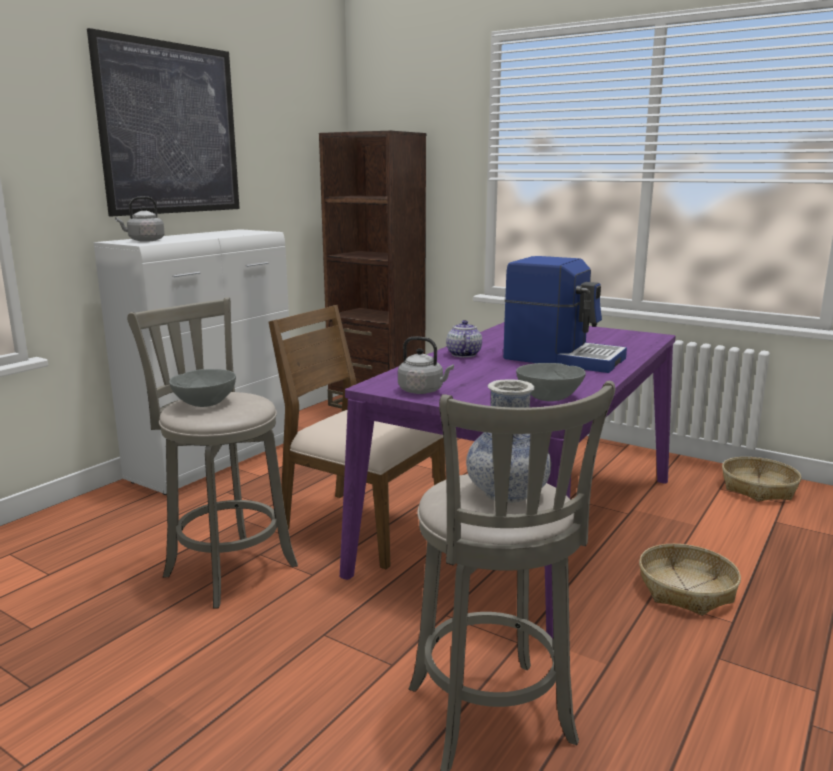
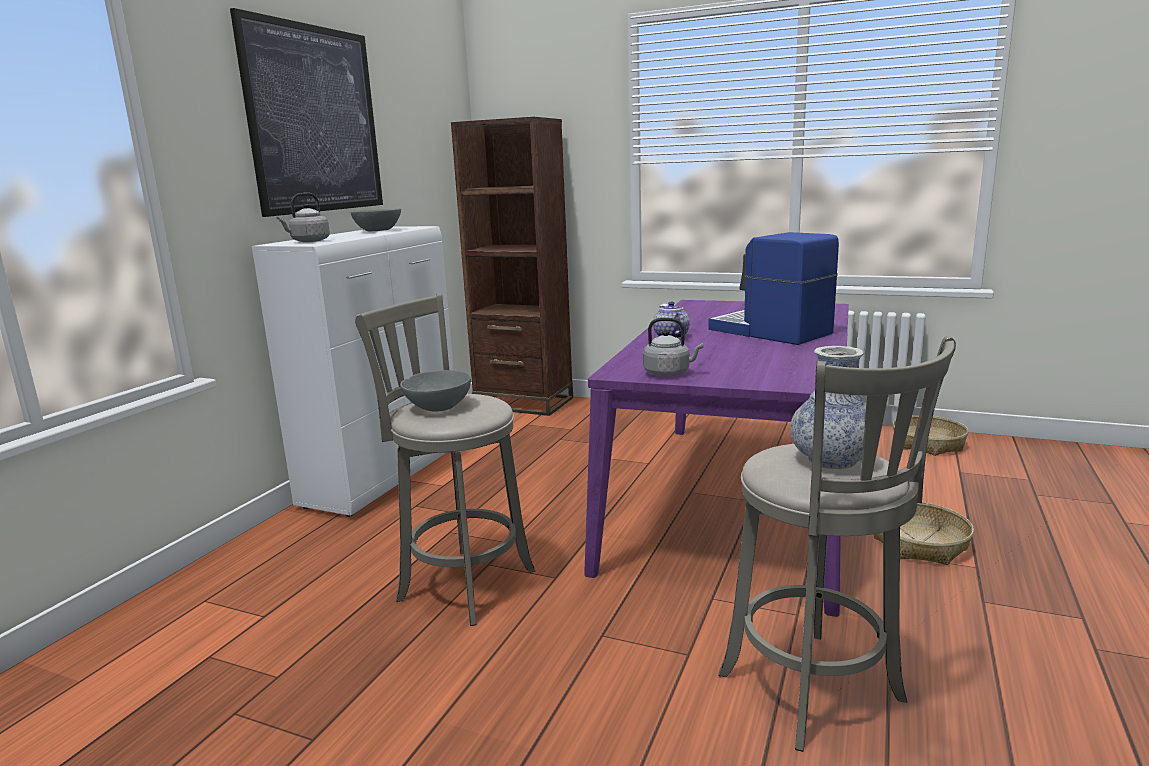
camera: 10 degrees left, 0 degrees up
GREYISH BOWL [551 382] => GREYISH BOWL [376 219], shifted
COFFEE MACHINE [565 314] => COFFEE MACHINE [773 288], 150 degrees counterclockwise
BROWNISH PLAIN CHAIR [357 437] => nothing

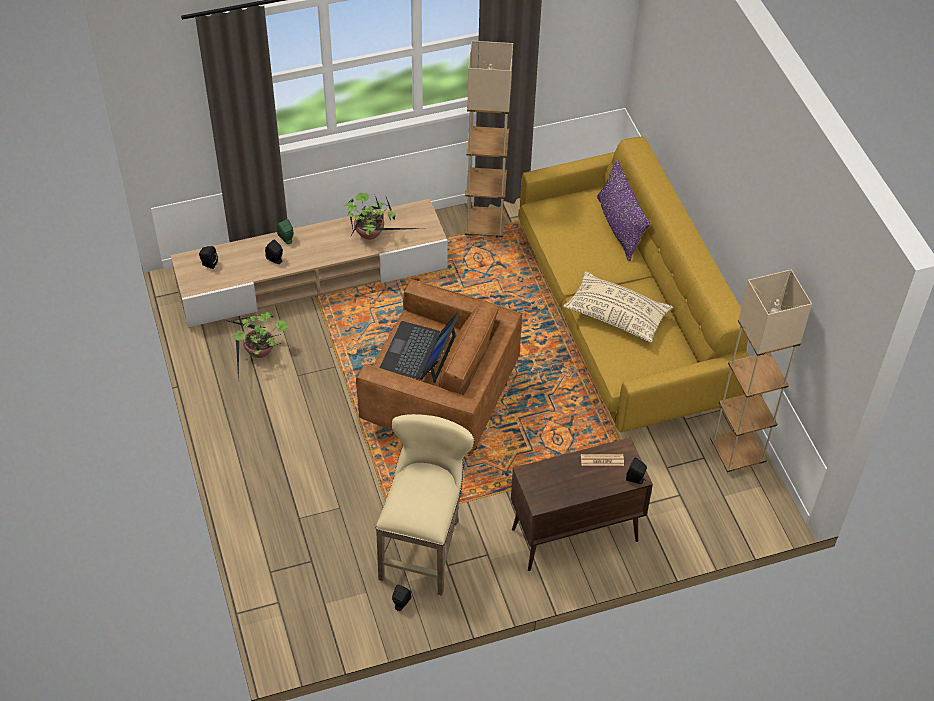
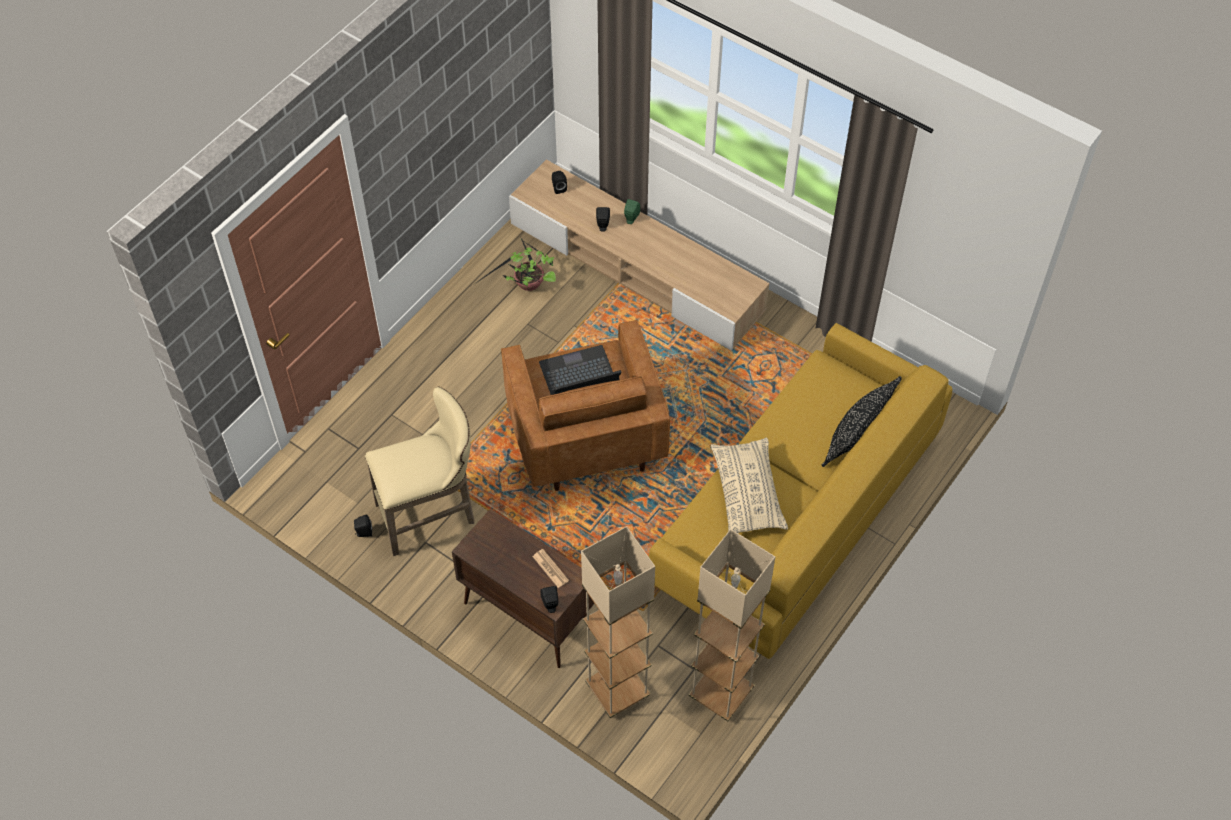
camera: 55 degrees right, 5 degrees up
SAND-COLOURED FLOOR LAMP [489 140] => SAND-COLOURED FLOOR LAMP [618 622], shifted
PURPLISH THROW PILLOW [624 210] => BLACKISH THROW PILLOW [861 421]
POTTED PLANT [384 216] => nothing

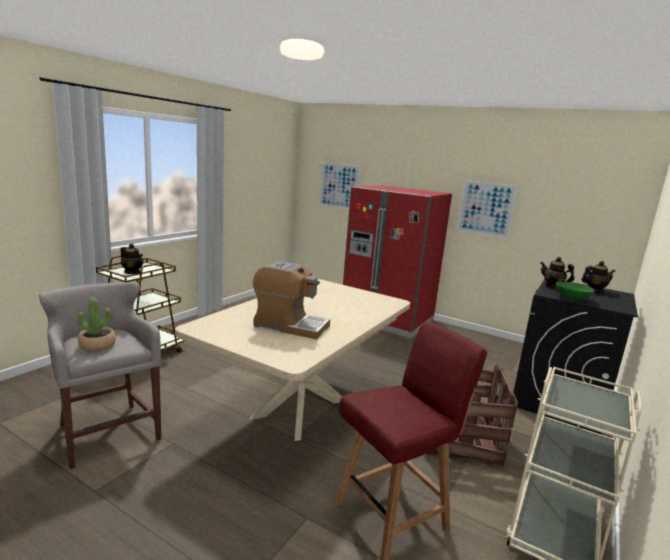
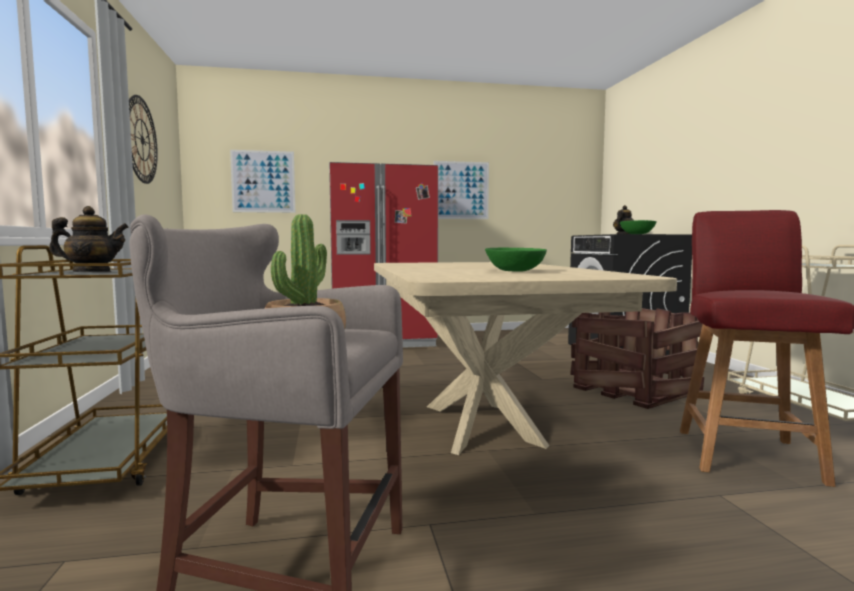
camera: 40 degrees left, 10 degrees down
nothing => WALL CLOCK [143 139]
COFFEE MACHINE [291 300] => GREEN BOWL [516 260]
TEAPOT [557 273] => nothing

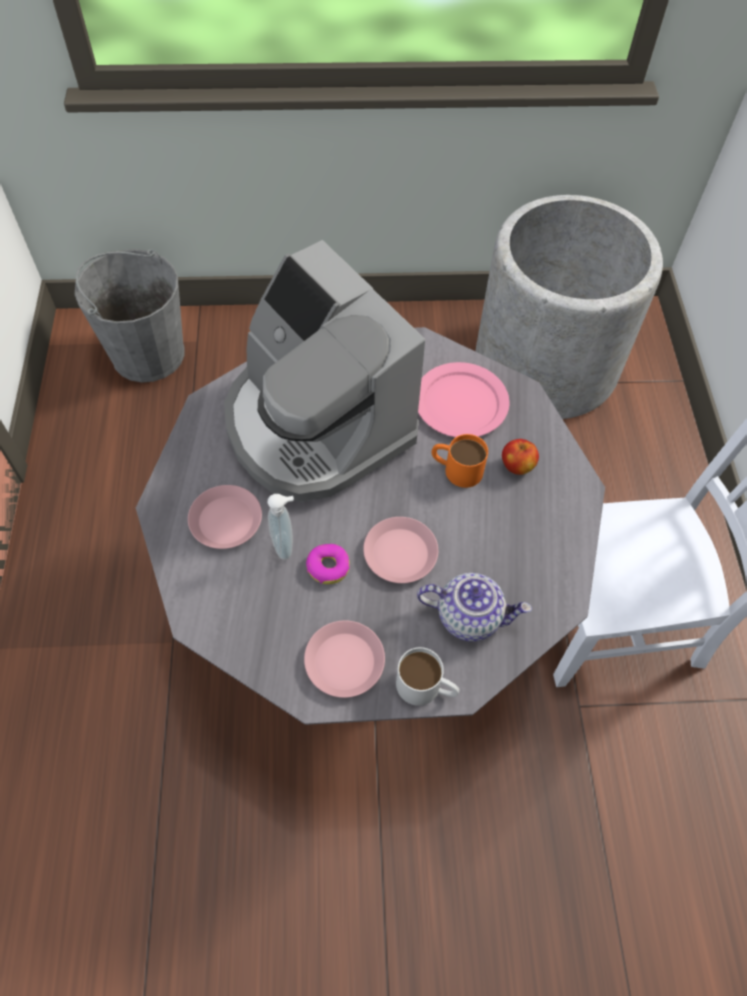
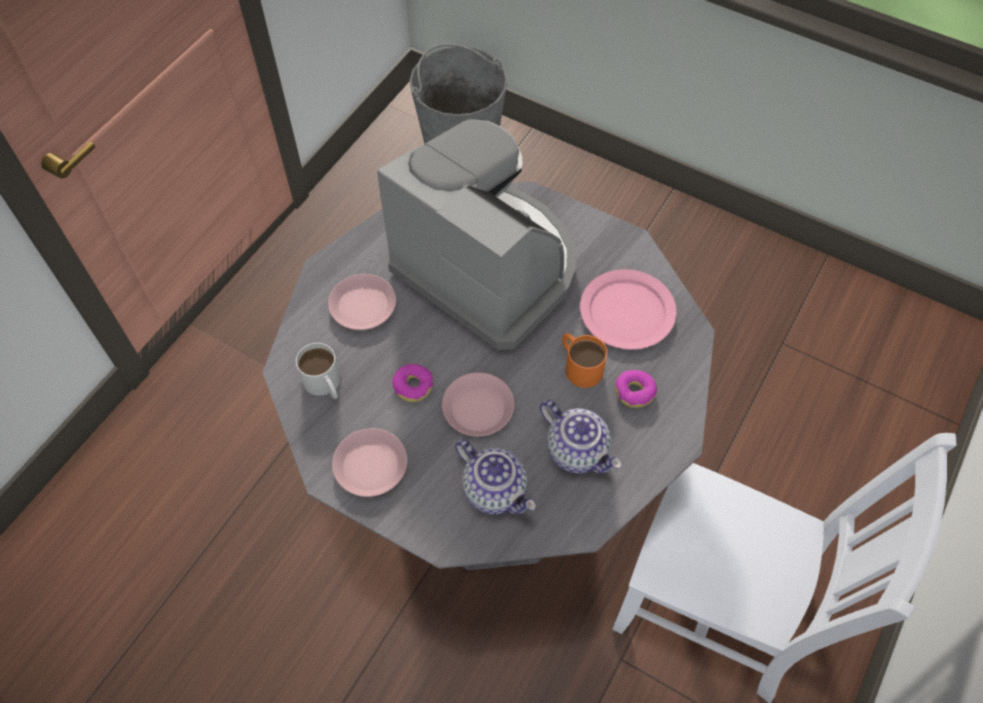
camera: 35 degrees right, 0 degrees up
WHITE-COLOURED COFFEE MUG [428 676] => WHITE-COLOURED COFFEE MUG [318 371], shifted
COFFEE MACHINE [324 371] => COFFEE MACHINE [476 234], 135 degrees clockwise
nothing => TEAPOT [581 437]
APPLE [520 457] => DOUGHNUT [636 389]
LIQUID SOAP BOTTLE [280 527] => nothing
GREYISH FLOWER POT [569 307] => nothing

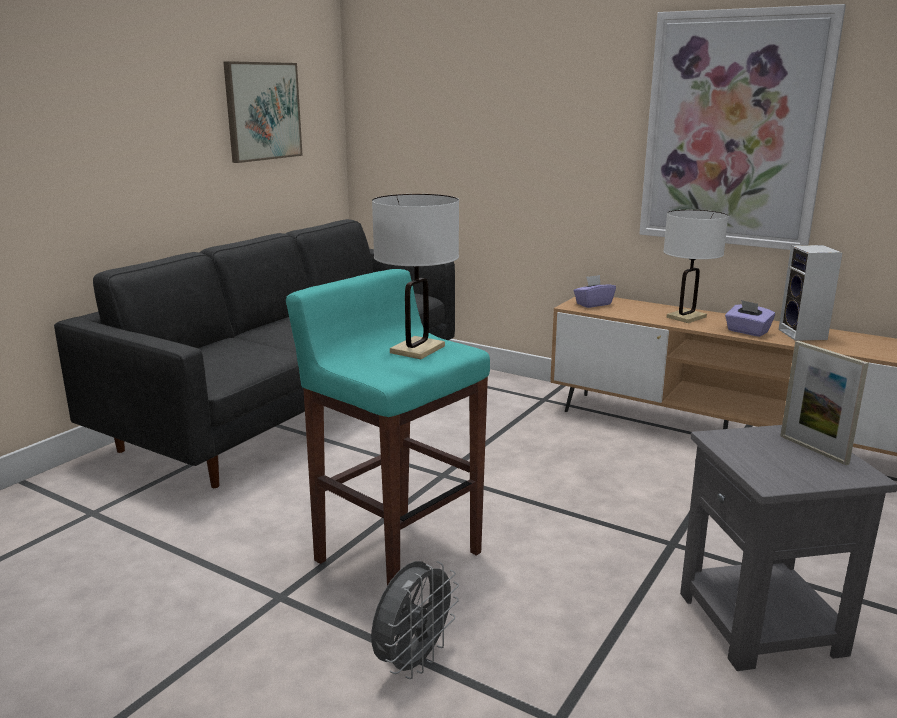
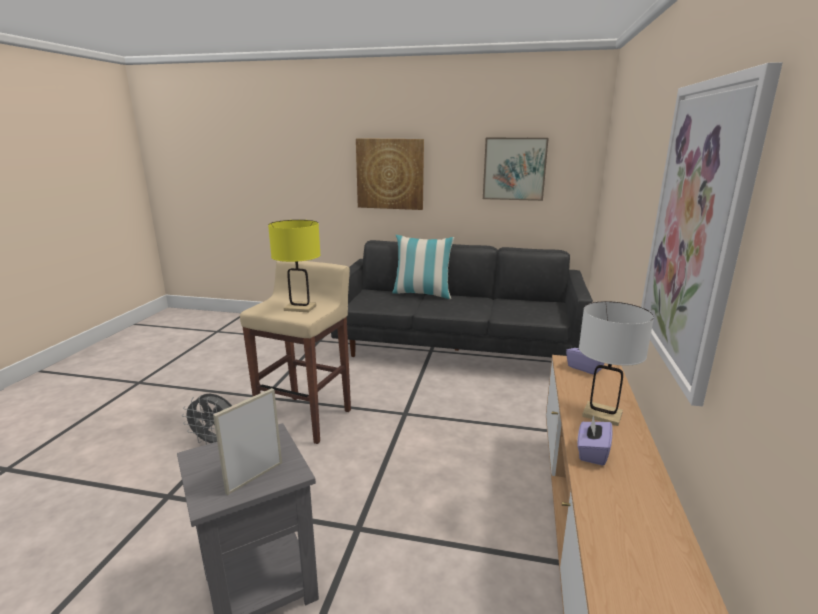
camera: 70 degrees right, 0 degrees up
TURQUOISE STOOL [388 427] => SAND-COLOURED STOOL [295 352]
WHITE-COLOURED TABLE LAMP [415 276] => YELLOW TABLE LAMP [294 266]
nothing => WALL PICTURE [390 174]
nothing => THROW PILLOW [423 267]
SPEAKER [811 293] => nothing

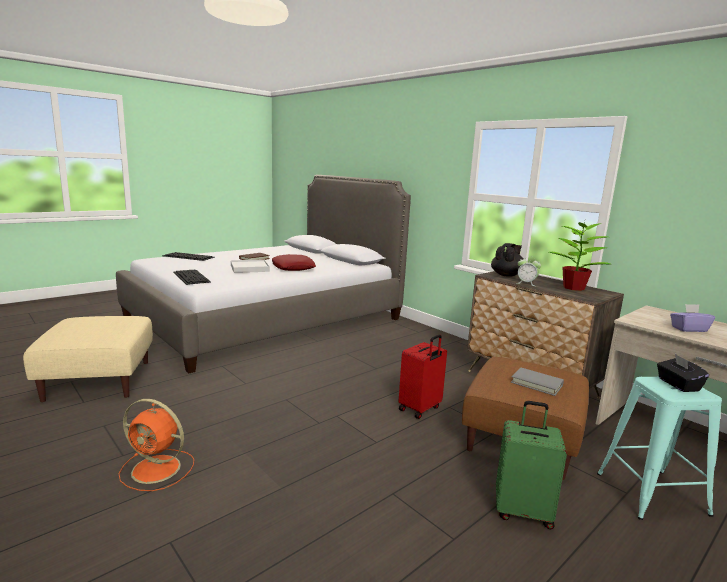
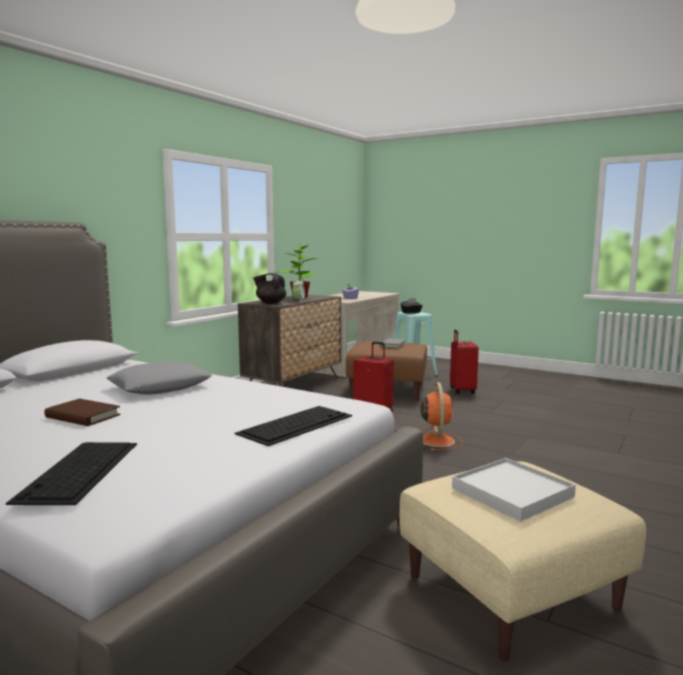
camera: 105 degrees left, 5 degrees down
RED-COLOURED THROW PILLOW [294 262] => GREYISH THROW PILLOW [159 377]
ORANGE COOLING FAN [156 445] => ORANGE COOLING FAN [441 416], shifted
GREEN SUITCASE [531 465] => RED-COLOURED SUITCASE [464 362]
WHITE-COLOURED TRAY [250 266] => WHITE-COLOURED TRAY [514 490], shifted

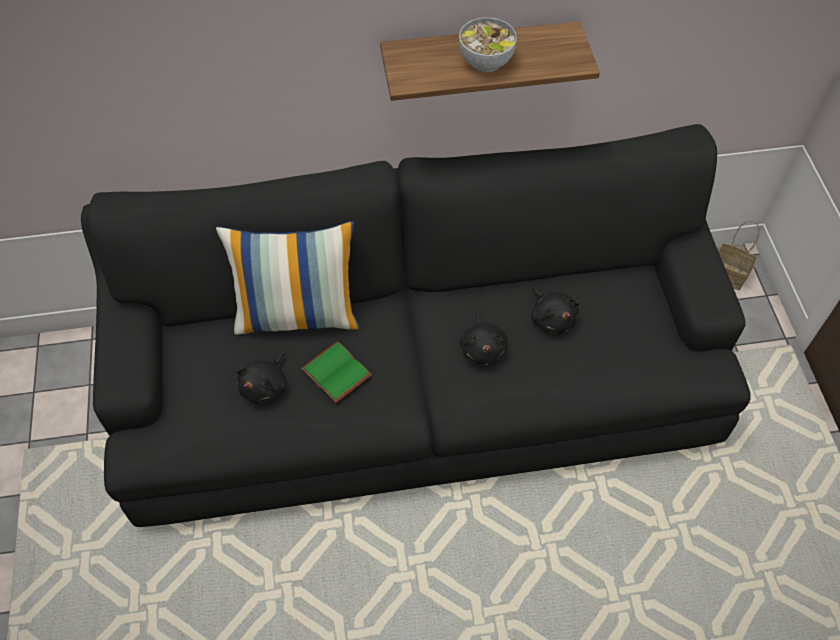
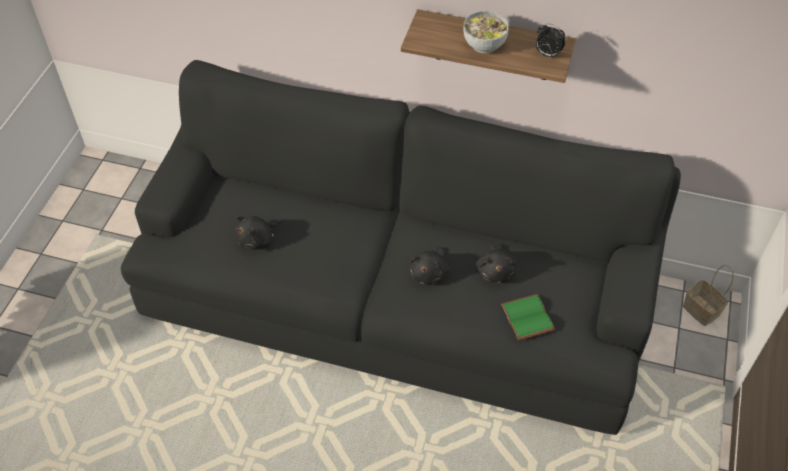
camera: 25 degrees right, 5 degrees down
GREEN BOUND BOOK [336 372] => GREEN BOUND BOOK [528 317], shifted
nothing => ALARM CLOCK [551 40]
THROW PILLOW [288 278] => nothing

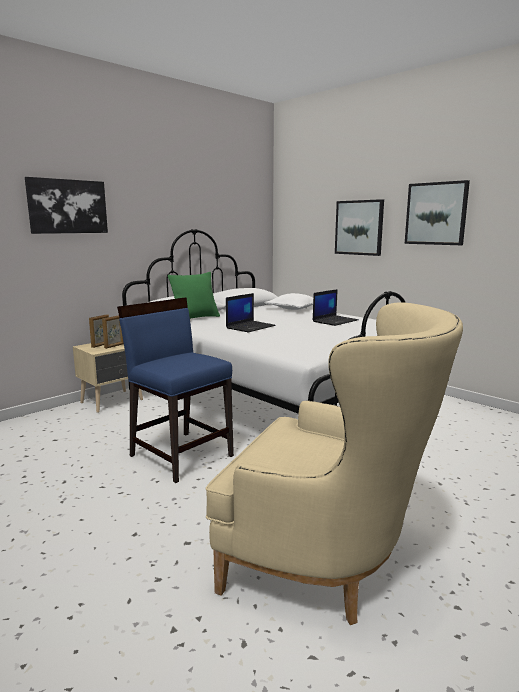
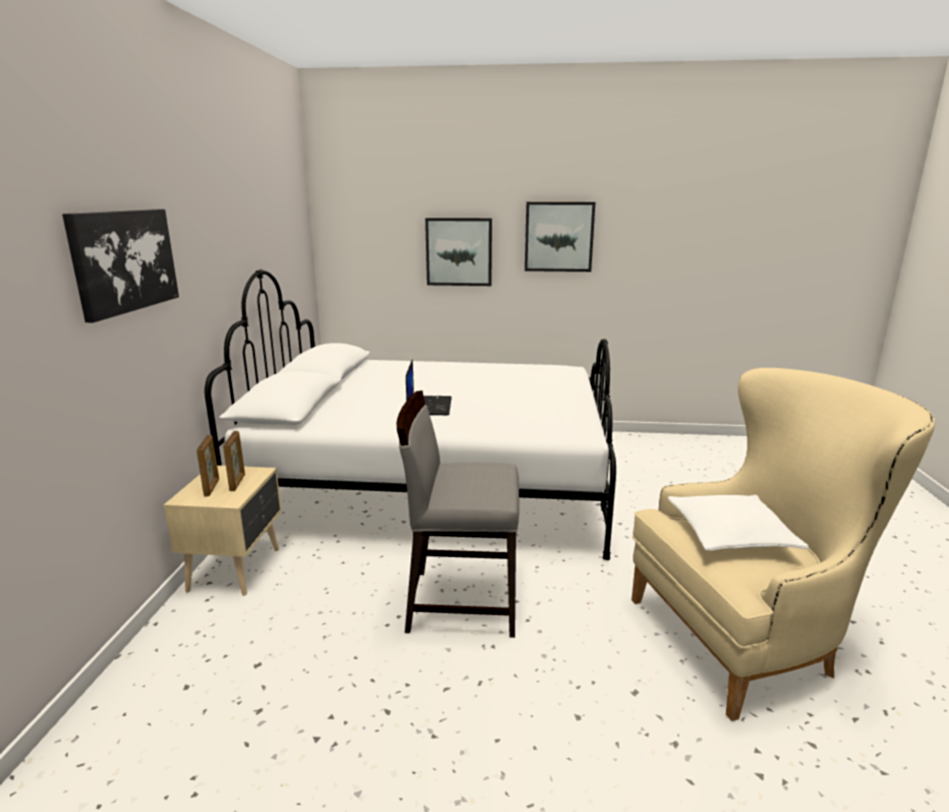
camera: 40 degrees left, 5 degrees up
BLUISH PLAIN CHAIR [175 390] => GREYISH PLAIN CHAIR [458 514]
WHITE-COLOURED THROW PILLOW [288 301] => WHITE-COLOURED THROW PILLOW [738 523], shifted
GREEN THROW PILLOW [194 295] => nothing
LAPTOP [336 307] => nothing

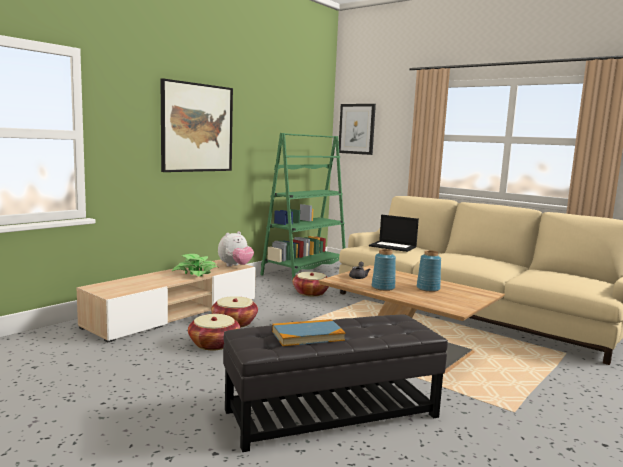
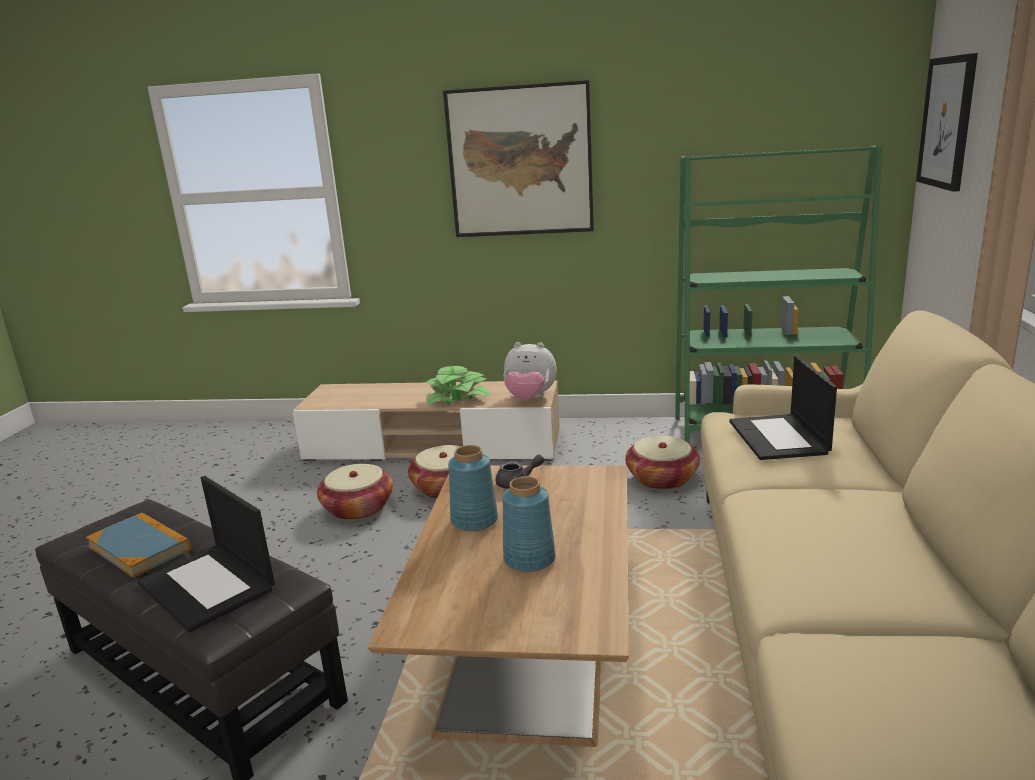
camera: 60 degrees right, 10 degrees up
nothing => LAPTOP [206 554]

